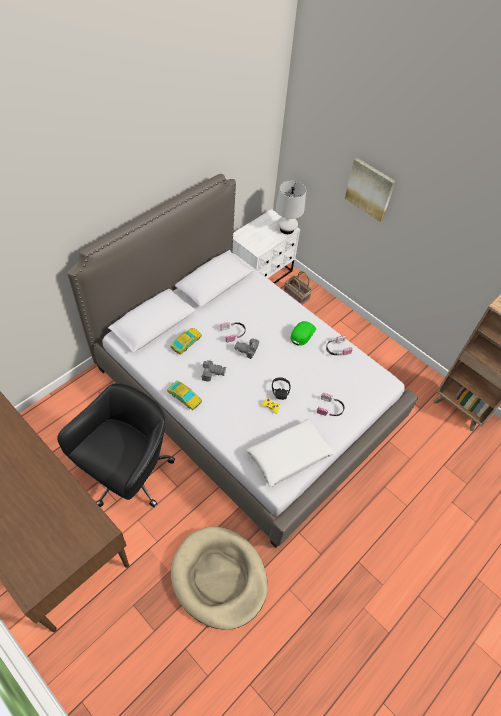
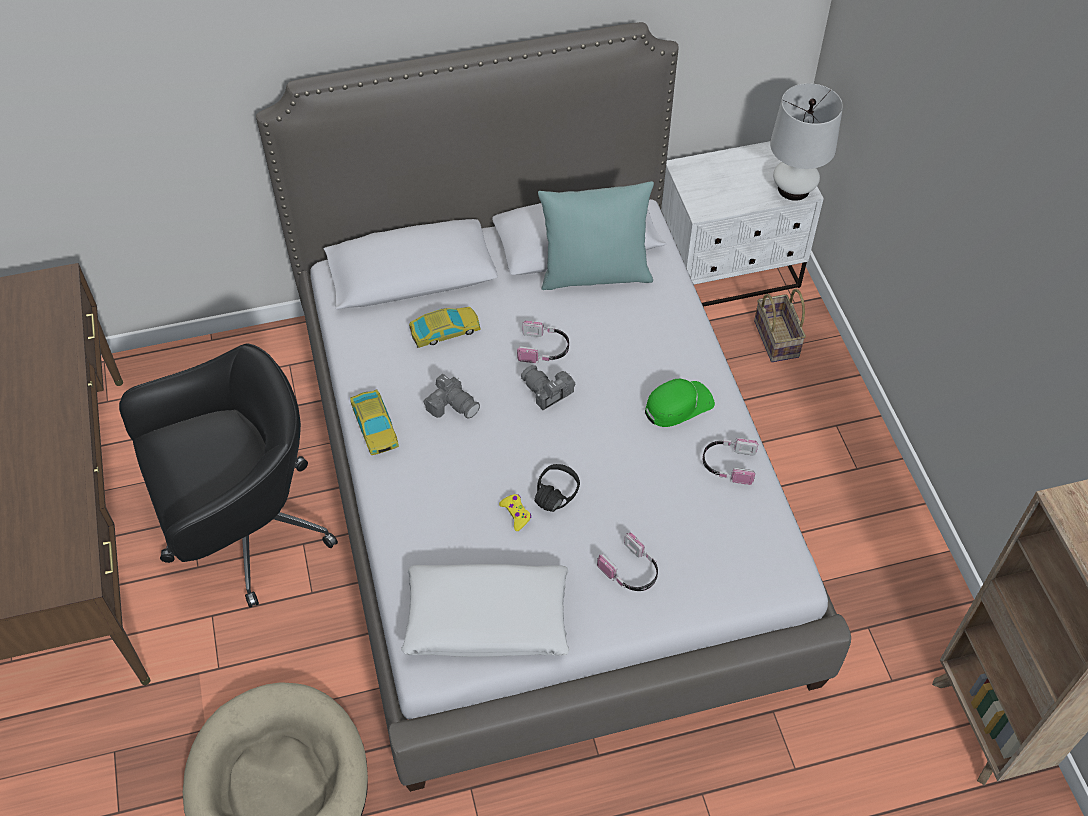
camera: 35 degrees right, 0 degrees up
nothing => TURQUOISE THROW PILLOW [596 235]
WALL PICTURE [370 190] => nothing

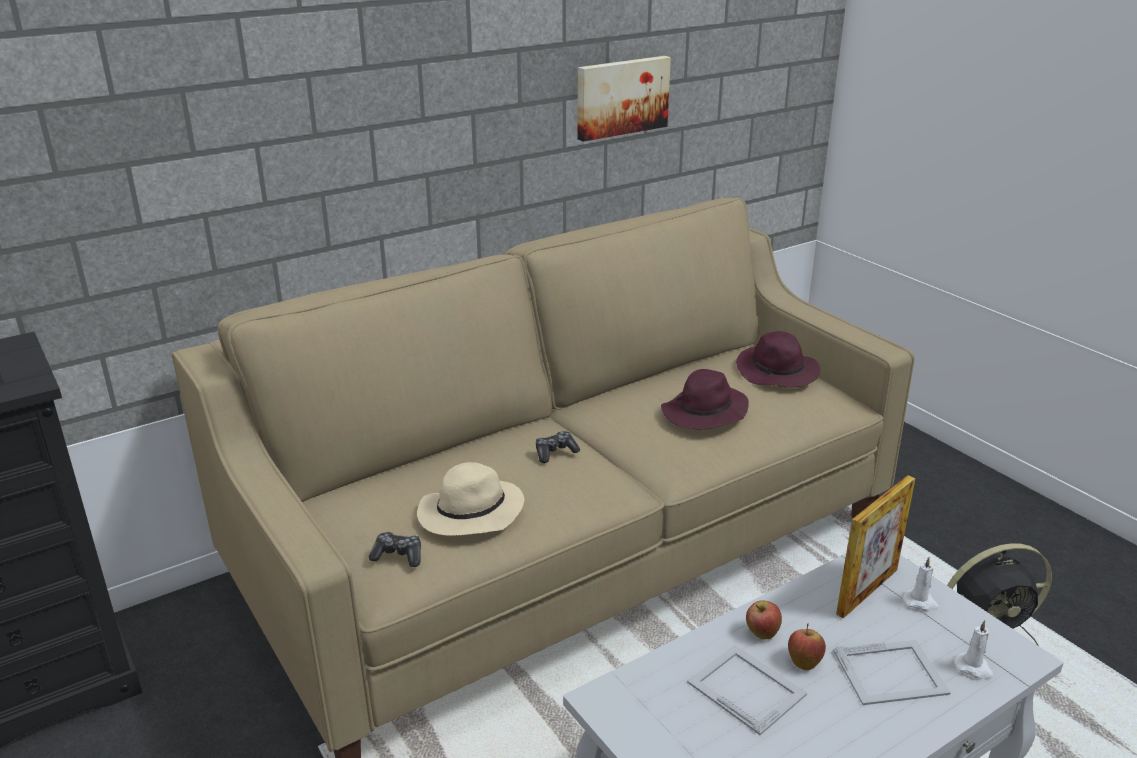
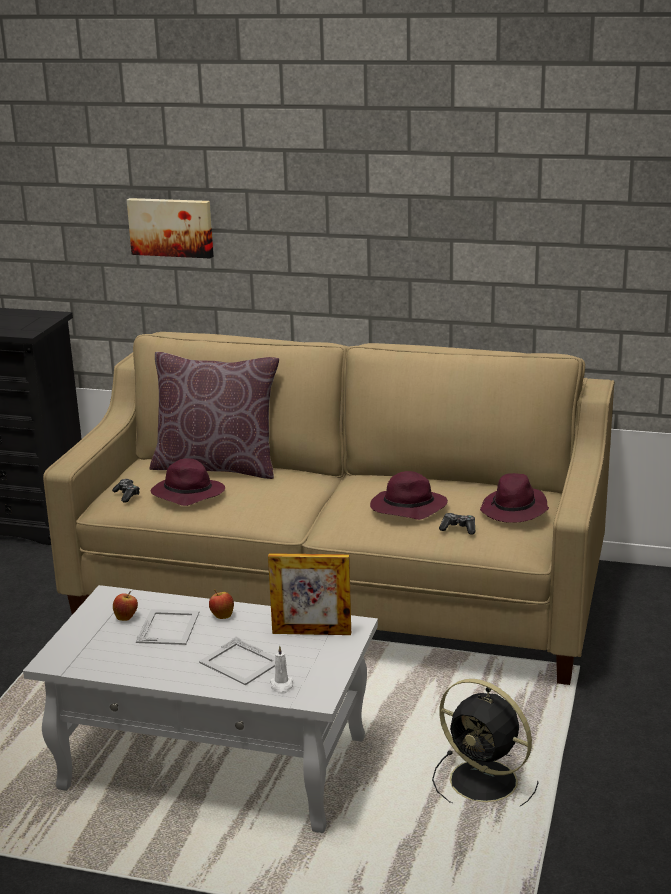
camera: 50 degrees right, 5 degrees down
APPLE [807 647] => APPLE [125 606], shifted
WALL PICTURE [624 99] => WALL PICTURE [170 228], shifted
nothing => BROWNISH THROW PILLOW [214 415]
SAND-COLOURED HAT [470 499] => PURPLISH HAT [188 482]
GAMEPAD [558 447] => GAMEPAD [457 524], shifted
WHITE-COLOURED WAX CANDLE [921 584] => nothing

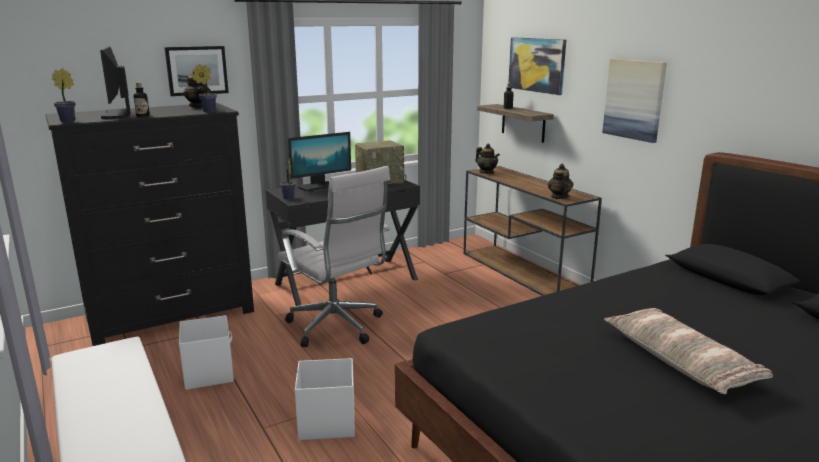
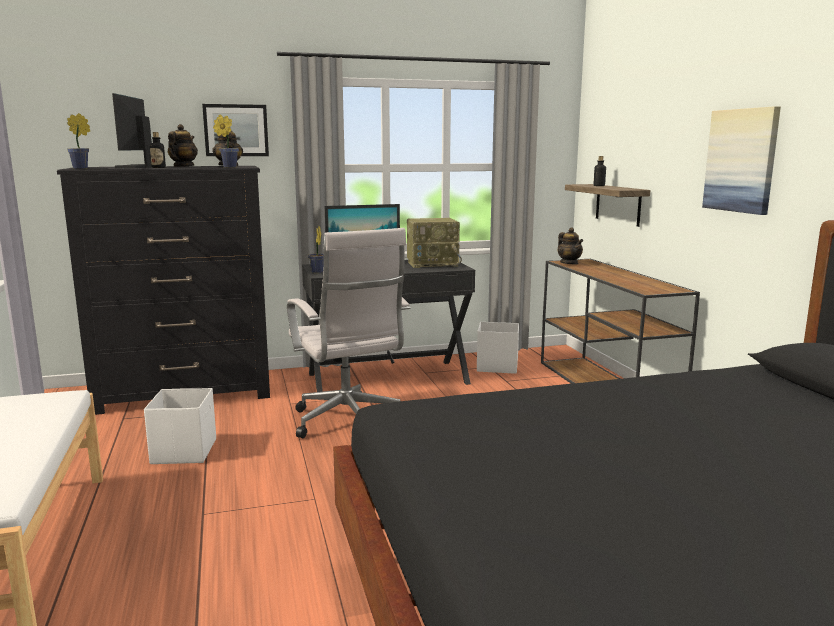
camera: 15 degrees right, 5 degrees down
TEAPOT [560 181] => TEAPOT [183 145], shifted
WHITE-COLOURED STORAGE BOX [325 399] => WHITE-COLOURED STORAGE BOX [498 348], shifted
WALL PICTURE [537 66] => nothing
THROW PILLOW [688 351] => nothing

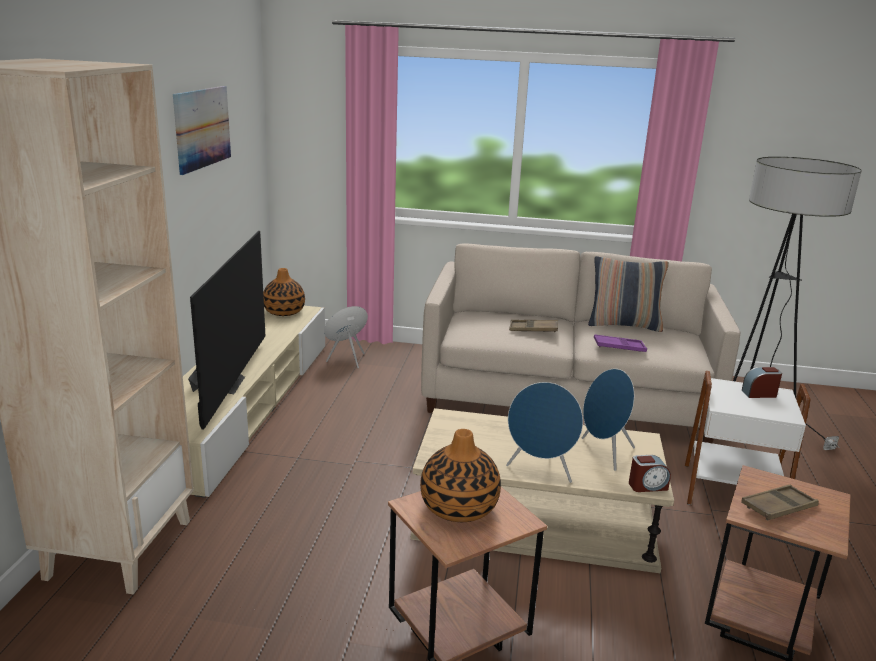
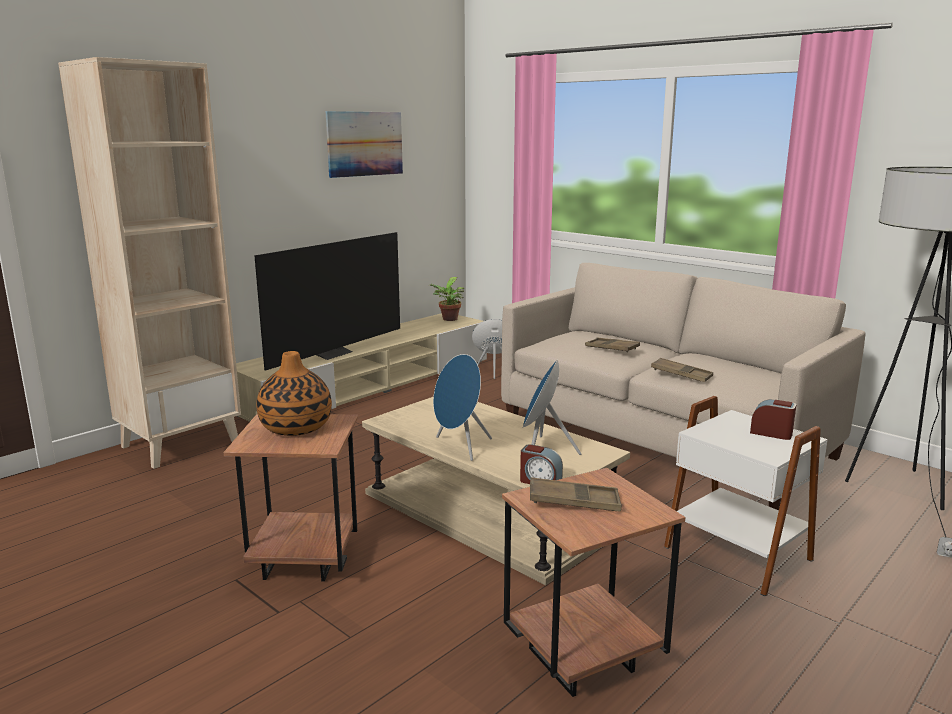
camera: 35 degrees right, 5 degrees down
FLOWER VASE [284 292] => POTTED PLANT [446 299]
PURPLISH TRAY [620 343] => BROWNISH TRAY [682 370]
THROW PILLOW [628 294] => nothing

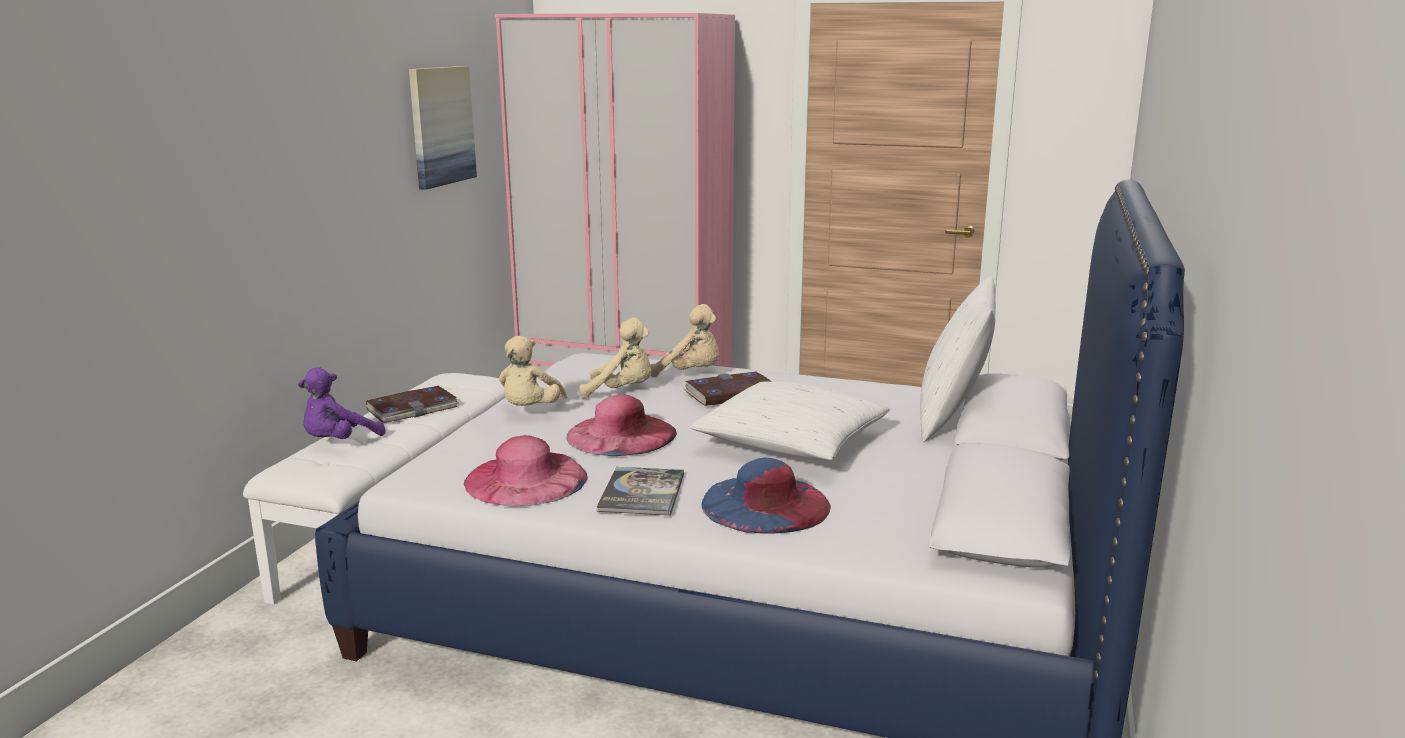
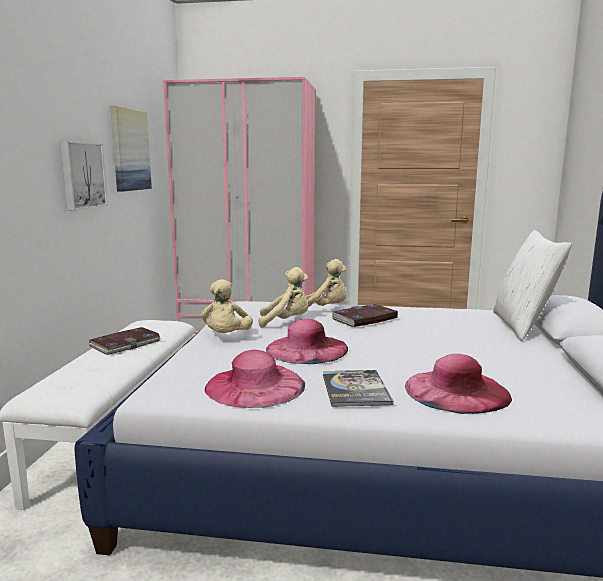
camera: 10 degrees left, 5 degrees down
nothing => WALL PICTURE [84 175]
BLUISH HAT [766 495] => PINKISH HAT [458 384]
PURPLISH CUDDLY TOY [341 403] => nothing
WHITE-COLOURED THROW PILLOW [790 420] => nothing

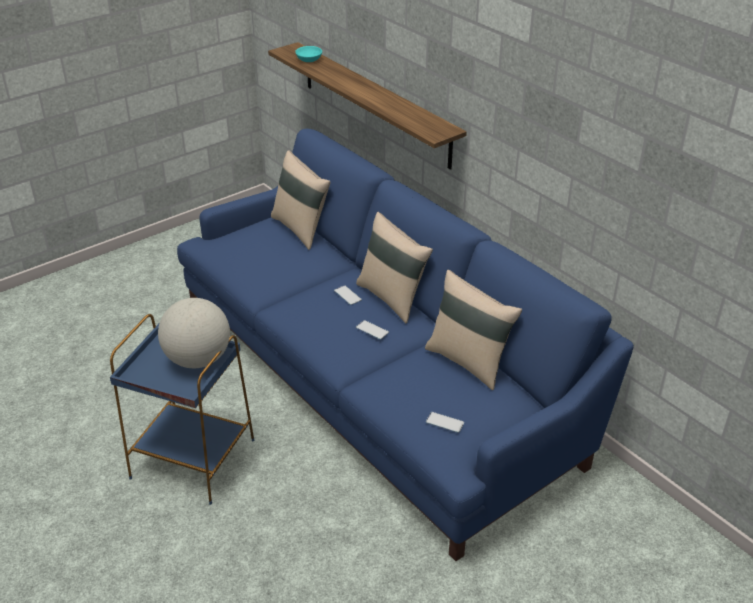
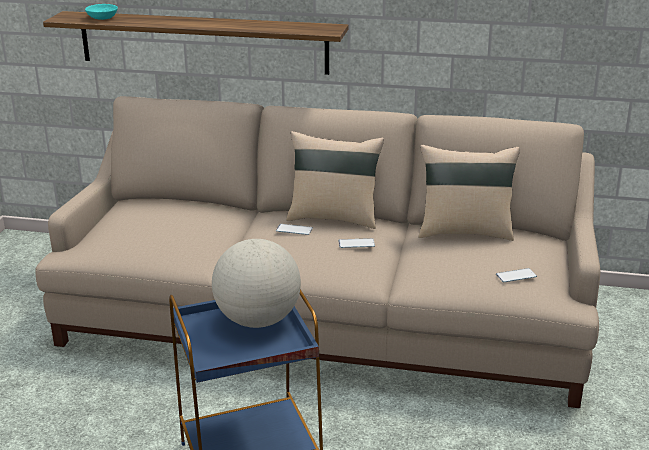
camera: 40 degrees left, 10 degrees down
BLUISH SOFA [405 345] => SAND-COLOURED SOFA [317 252]
SAND-COLOURED THROW PILLOW [301 200] => nothing

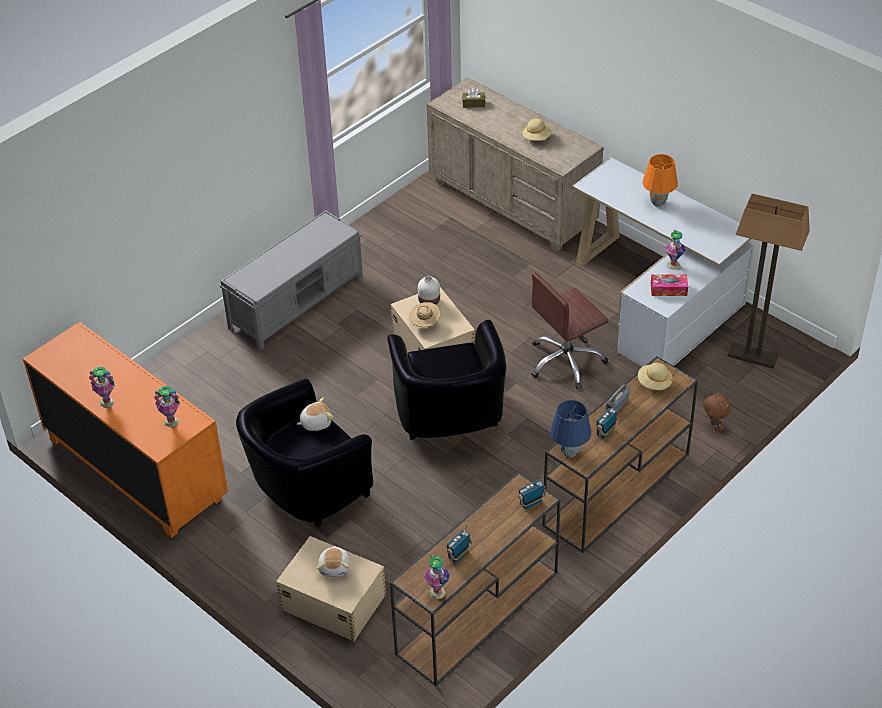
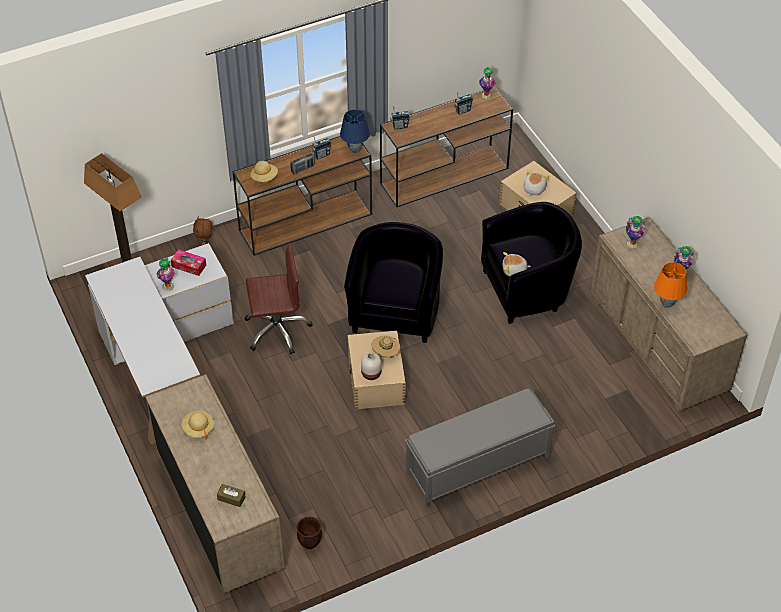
camera: 160 degrees left, 5 degrees up
nothing => BROWNISH FLOWER POT [309 533]
ORANGE DRAWER CHEST [125 430] => SAND-COLOURED DRAWER CHEST [668 314]
ORANGE TABLE LAMP [660 180] => ORANGE TABLE LAMP [670 285], shifted

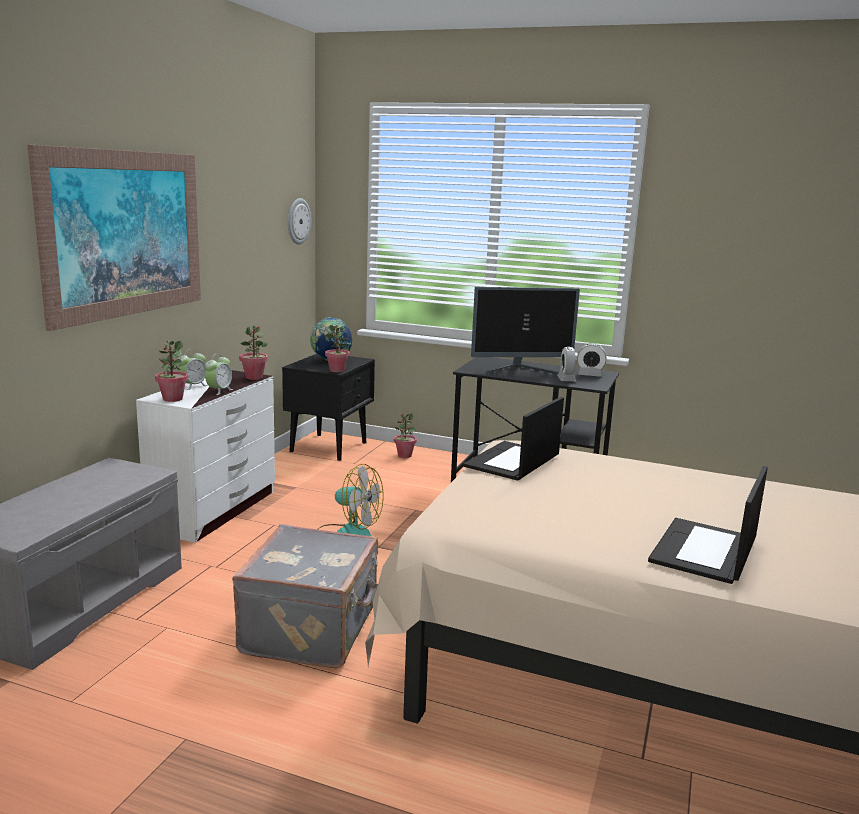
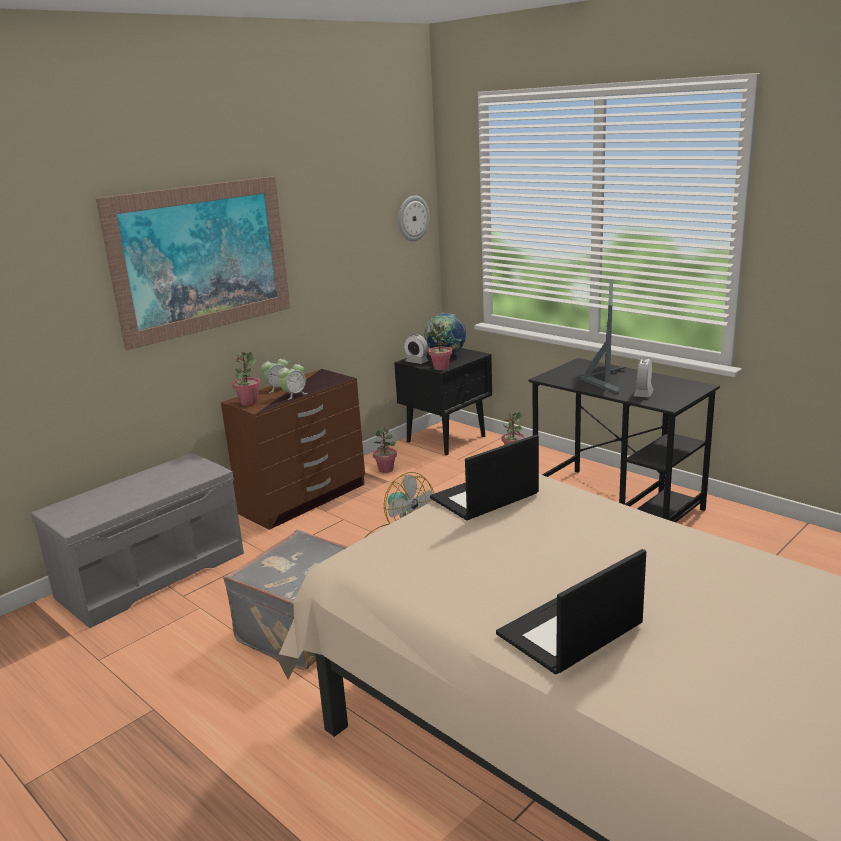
camera: 25 degrees right, 5 degrees up
WHITE-COLOURED DRAWER CHEST [205 456] => BROWNISH DRAWER CHEST [293 449]
POTTED PLANT [253 352] => POTTED PLANT [385 450], shifted
ALARM CLOCK [592 360] => ALARM CLOCK [416 349], shifted
COMPUTER DISPLAY [525 330] => COMPUTER DISPLAY [602 336], 90 degrees counterclockwise

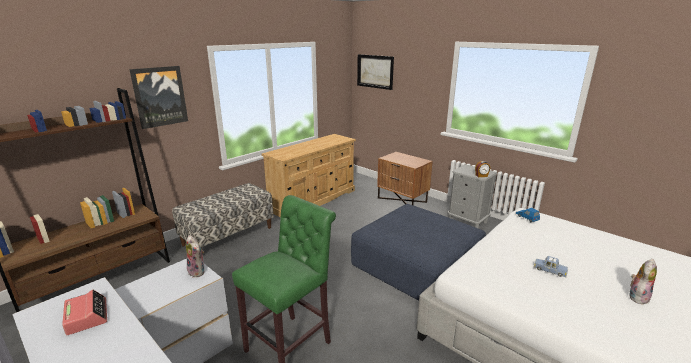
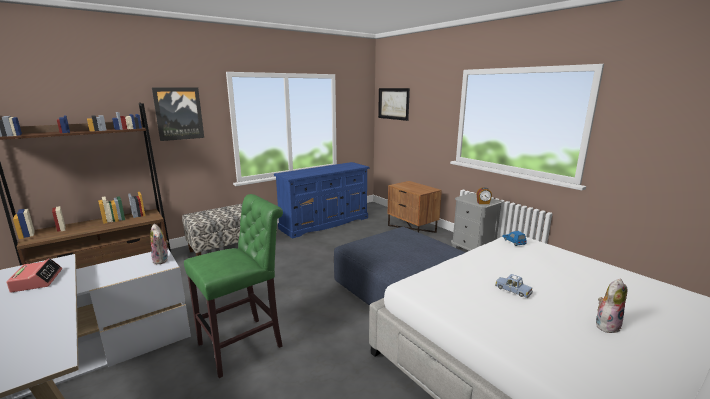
camera: 10 degrees right, 5 degrees down
SAND-COLOURED DRAWER CHEST [308 175] => BLUISH DRAWER CHEST [321 200]

